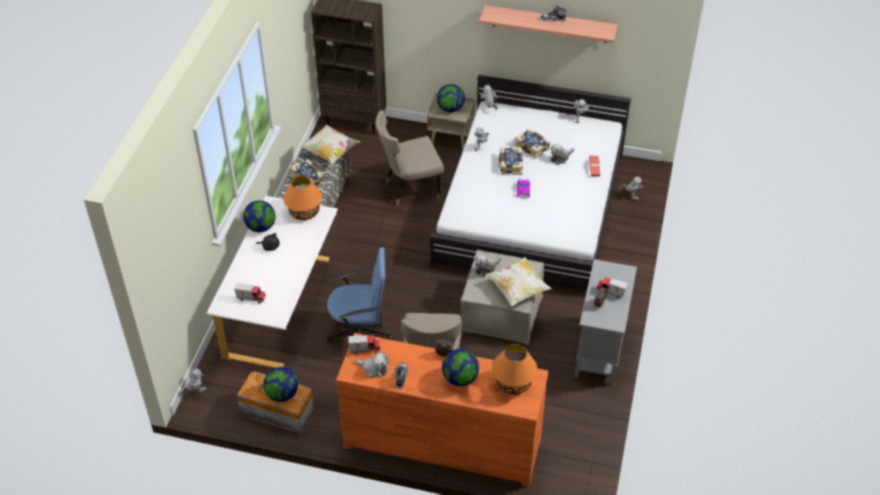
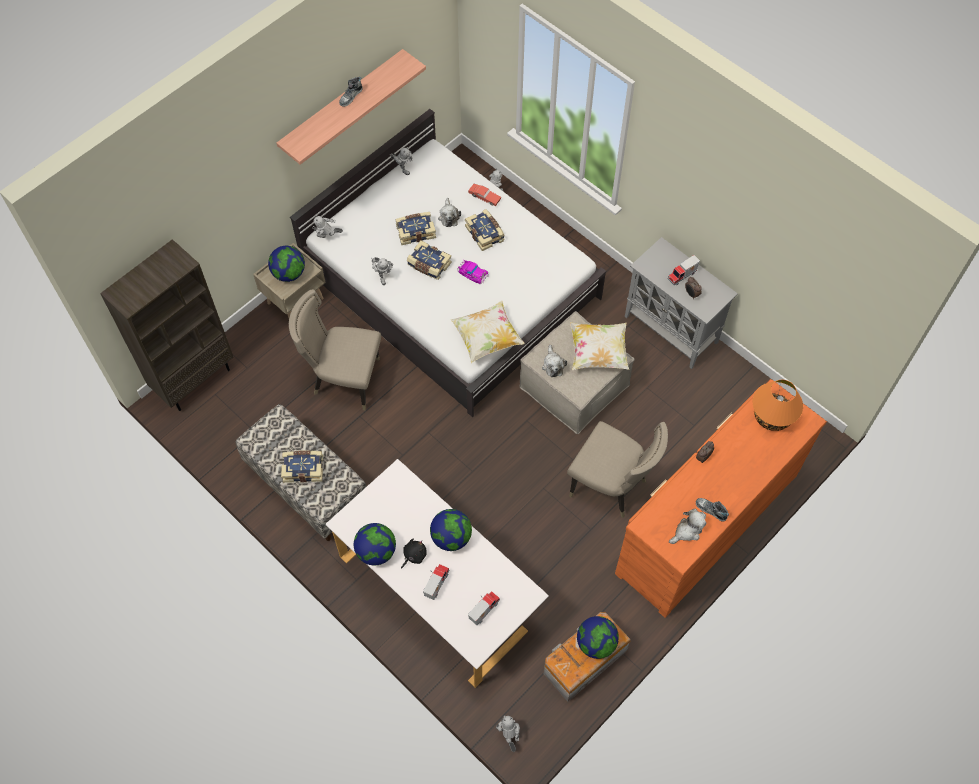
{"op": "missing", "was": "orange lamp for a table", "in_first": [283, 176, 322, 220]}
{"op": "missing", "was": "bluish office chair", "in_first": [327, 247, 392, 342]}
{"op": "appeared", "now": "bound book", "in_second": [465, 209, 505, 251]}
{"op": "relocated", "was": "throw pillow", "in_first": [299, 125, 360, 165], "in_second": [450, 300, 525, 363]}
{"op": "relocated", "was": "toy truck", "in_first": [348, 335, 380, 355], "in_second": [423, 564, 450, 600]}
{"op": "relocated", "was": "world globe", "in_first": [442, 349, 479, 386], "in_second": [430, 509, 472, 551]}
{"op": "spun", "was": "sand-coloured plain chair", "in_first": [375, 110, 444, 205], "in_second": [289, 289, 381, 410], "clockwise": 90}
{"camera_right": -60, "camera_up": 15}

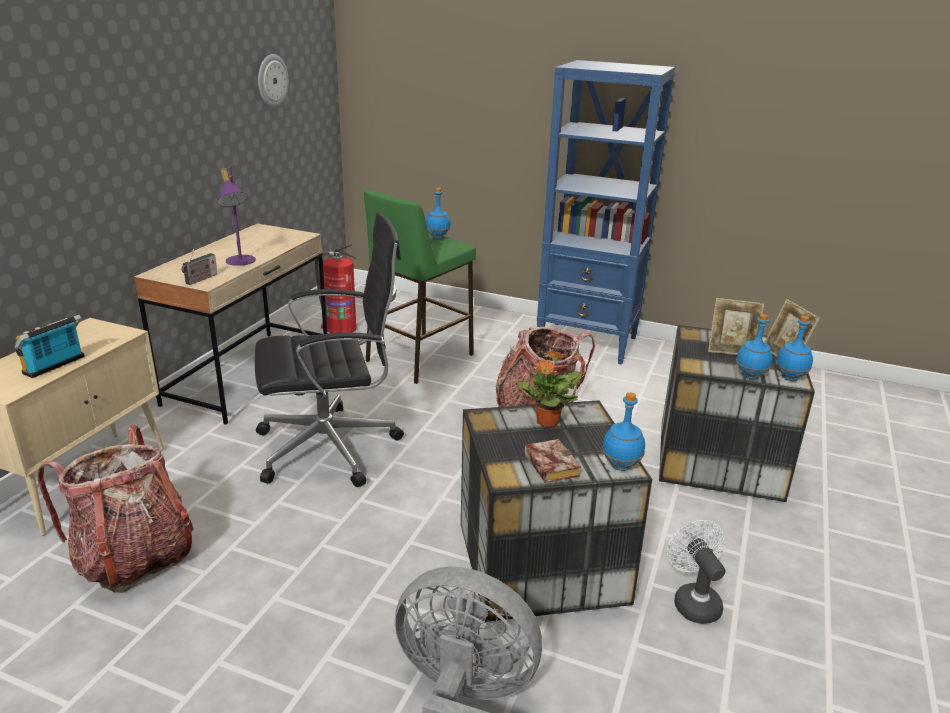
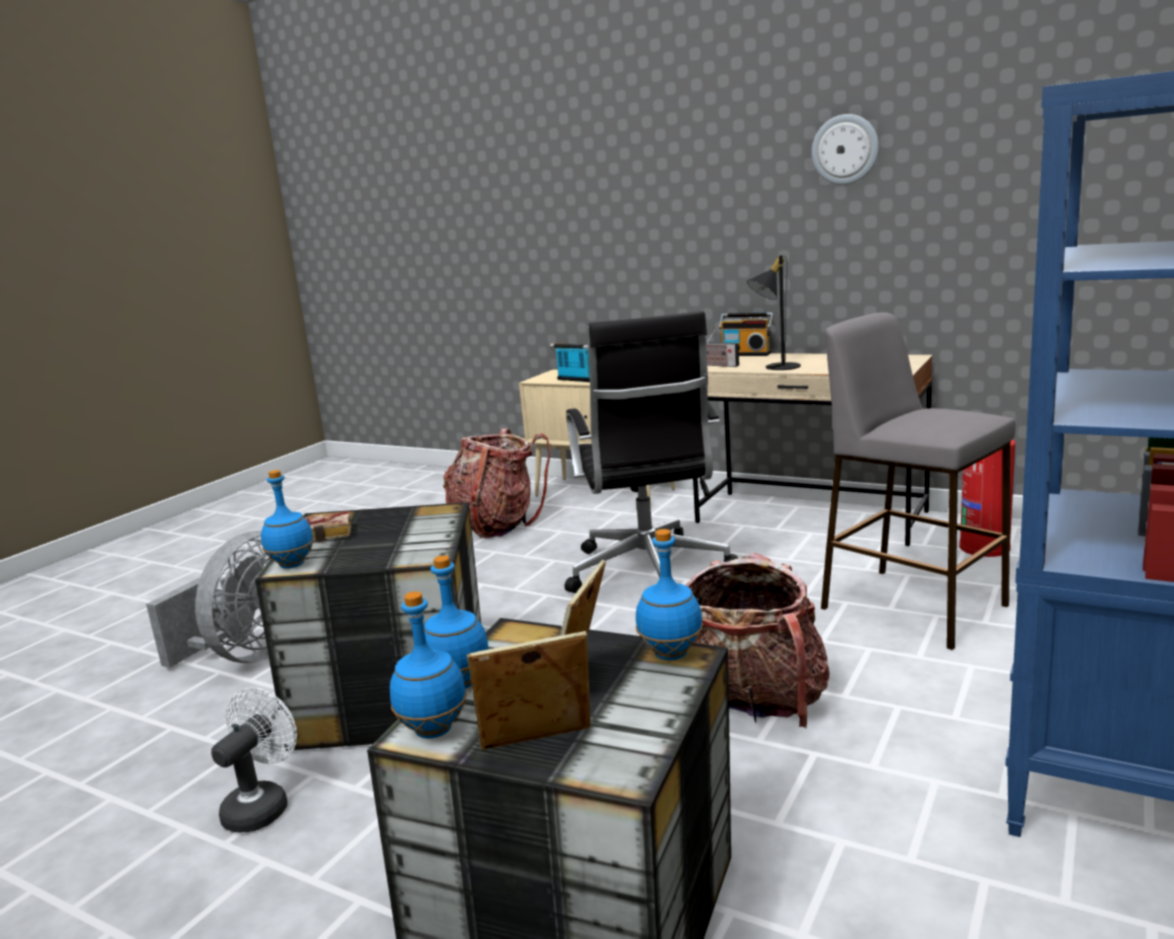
{"op": "missing", "was": "houseplant", "in_first": [517, 349, 581, 427]}
{"op": "appeared", "now": "radio receiver", "in_second": [719, 312, 773, 356]}
{"op": "relocated", "was": "clock on the wall", "in_first": [258, 54, 289, 107], "in_second": [812, 114, 879, 185]}
{"op": "relocated", "was": "bluish drink bottle", "in_first": [426, 188, 451, 239], "in_second": [636, 529, 703, 660]}
{"op": "colour", "was": "purple lamp for a table", "now": "black-coloured lamp for a table", "in_first": [217, 167, 256, 266], "in_second": [747, 255, 801, 370]}
{"op": "colour", "was": "greenish stool seat", "now": "grey stool seat", "in_first": [364, 190, 476, 384], "in_second": [821, 312, 1015, 650]}
{"op": "spun", "was": "white cooling fan", "in_first": [667, 520, 725, 624], "in_second": [211, 688, 297, 833], "clockwise": -60}
{"camera_right": 100, "camera_up": -10}

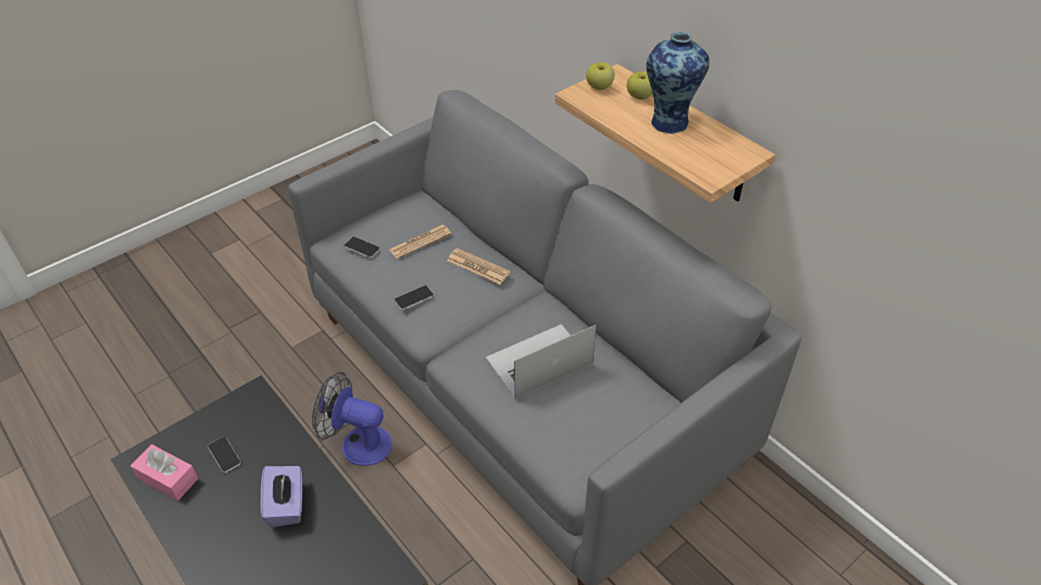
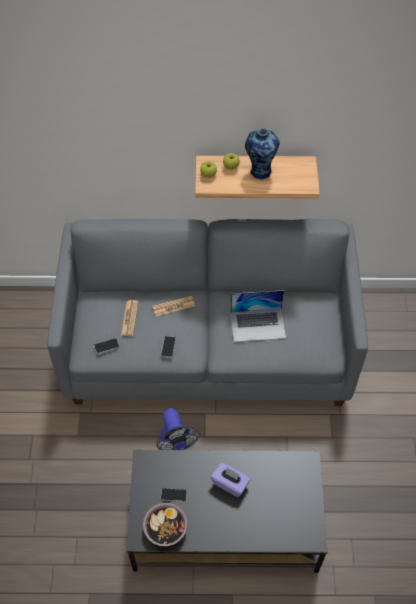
{"op": "exchanged", "was": "pink-coloured tissue box", "now": "bowl", "in_first": [130, 444, 198, 501], "in_second": [143, 503, 187, 546]}
{"op": "spun", "was": "cooling fan", "in_first": [312, 372, 392, 466], "in_second": [157, 408, 200, 450], "clockwise": -75}
{"op": "spun", "was": "portable computer", "in_first": [486, 324, 596, 399], "in_second": [230, 290, 286, 342], "clockwise": -105}
{"camera_right": -50, "camera_up": 10}

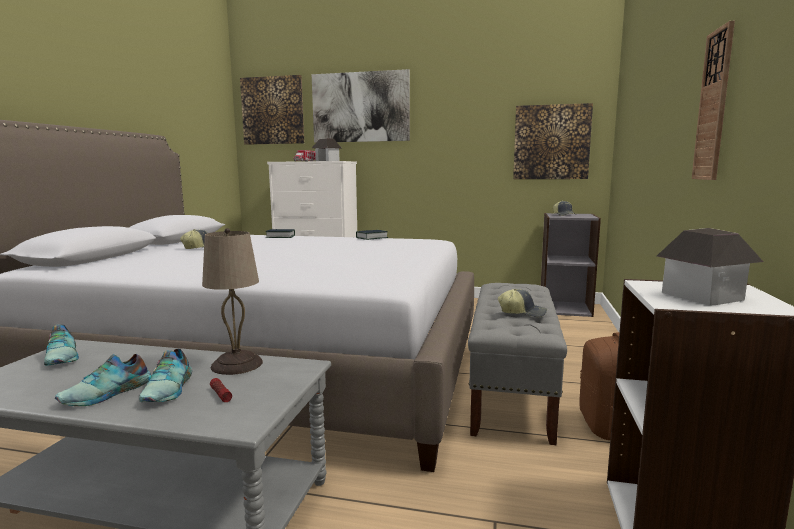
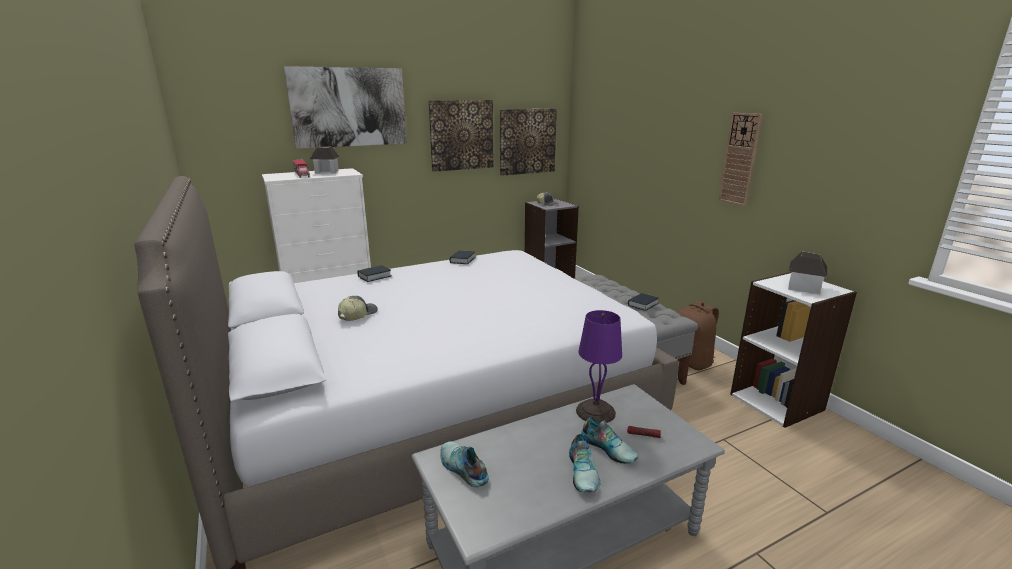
{"op": "relocated", "was": "picture", "in_first": [240, 75, 304, 145], "in_second": [428, 100, 493, 172]}
{"op": "exchanged", "was": "baseball cap", "now": "bound book", "in_first": [498, 289, 547, 317], "in_second": [628, 293, 659, 311]}
{"op": "colour", "was": "sand-coloured lamp for a table", "now": "purple lamp for a table", "in_first": [202, 228, 263, 375], "in_second": [576, 310, 622, 423]}
{"op": "spun", "was": "shoe", "in_first": [44, 325, 79, 366], "in_second": [441, 441, 489, 487], "clockwise": -150}
{"camera_right": -40, "camera_up": 10}

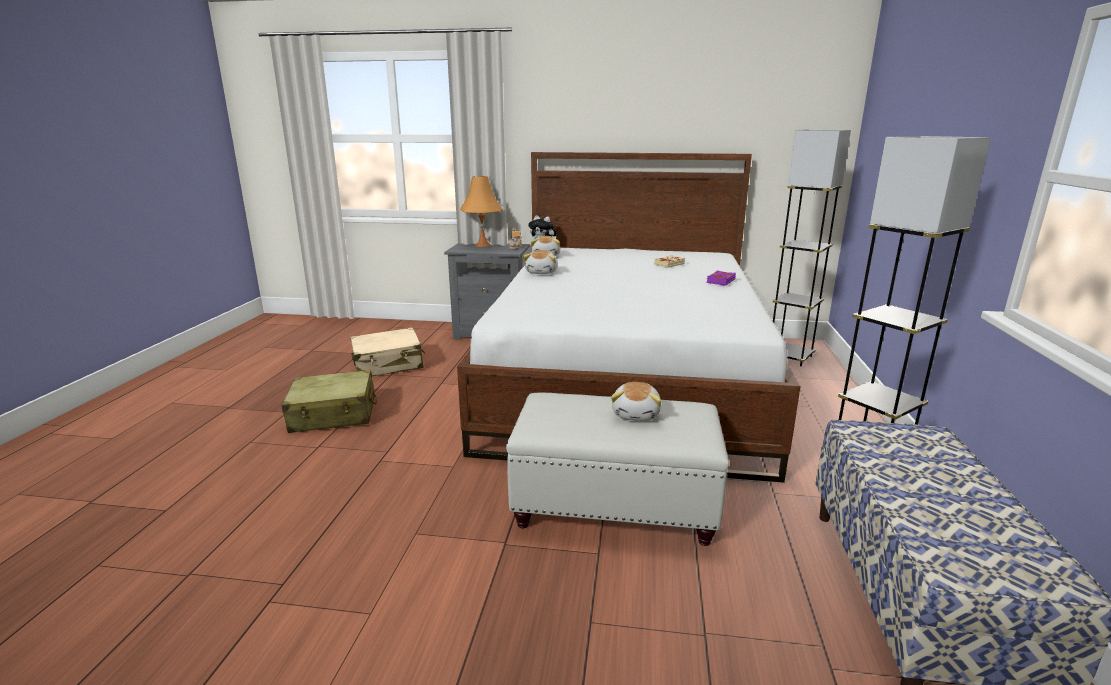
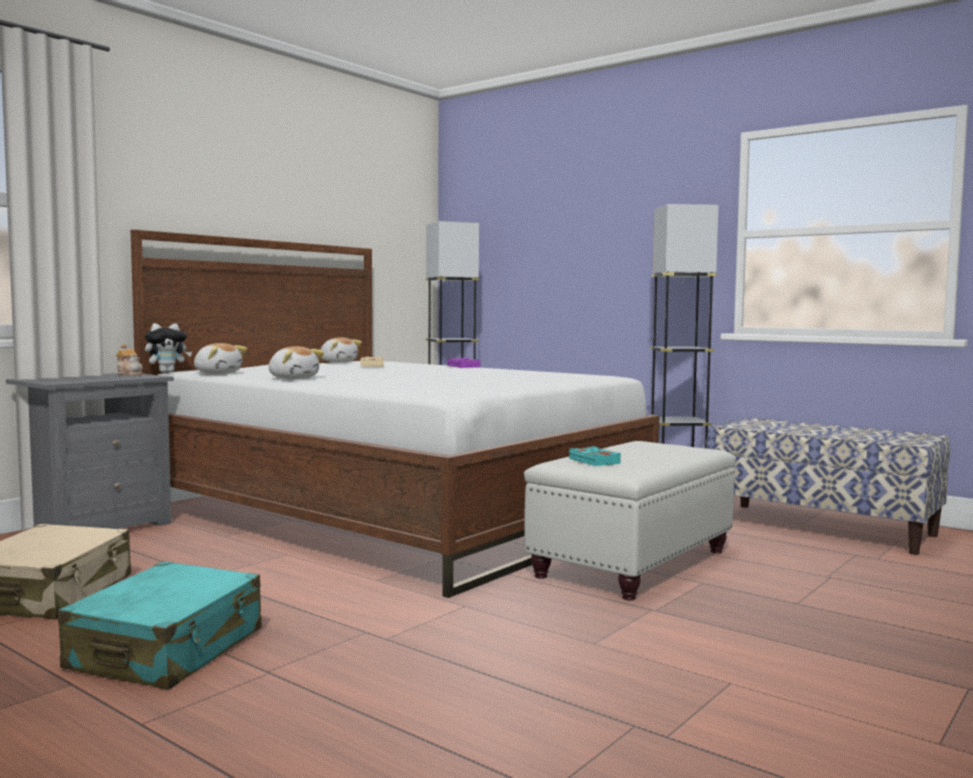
{"op": "missing", "was": "orange lamp for a table", "in_first": [460, 176, 503, 247]}
{"op": "appeared", "now": "turquoise-coloured bound book", "in_second": [569, 446, 621, 466]}
{"op": "relocated", "was": "soft toy", "in_first": [611, 382, 661, 421], "in_second": [320, 337, 362, 362]}
{"op": "colour", "was": "sand-coloured suitcase", "now": "turquoise-coloured suitcase", "in_first": [282, 370, 377, 433], "in_second": [58, 561, 262, 690]}
{"camera_right": -60, "camera_up": -15}

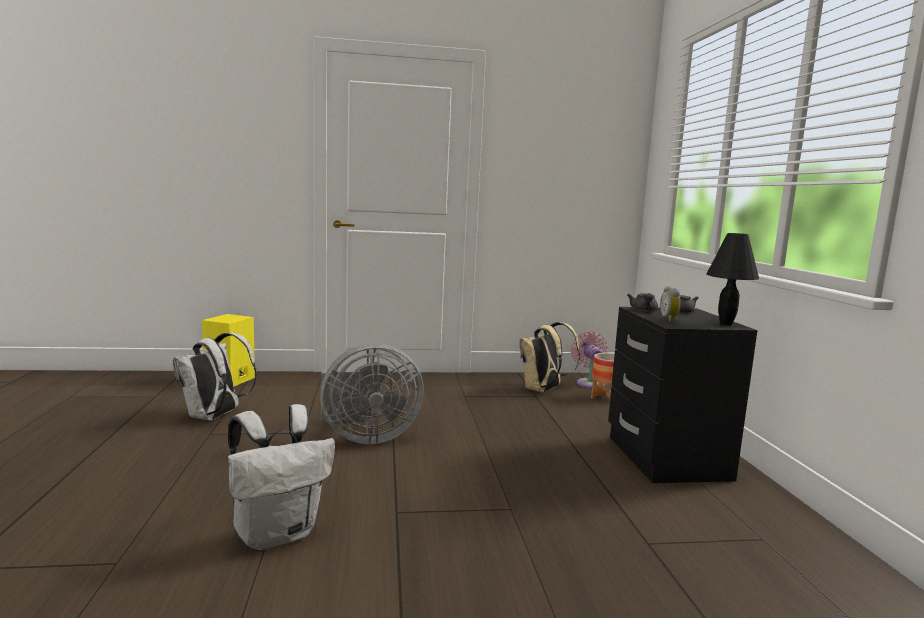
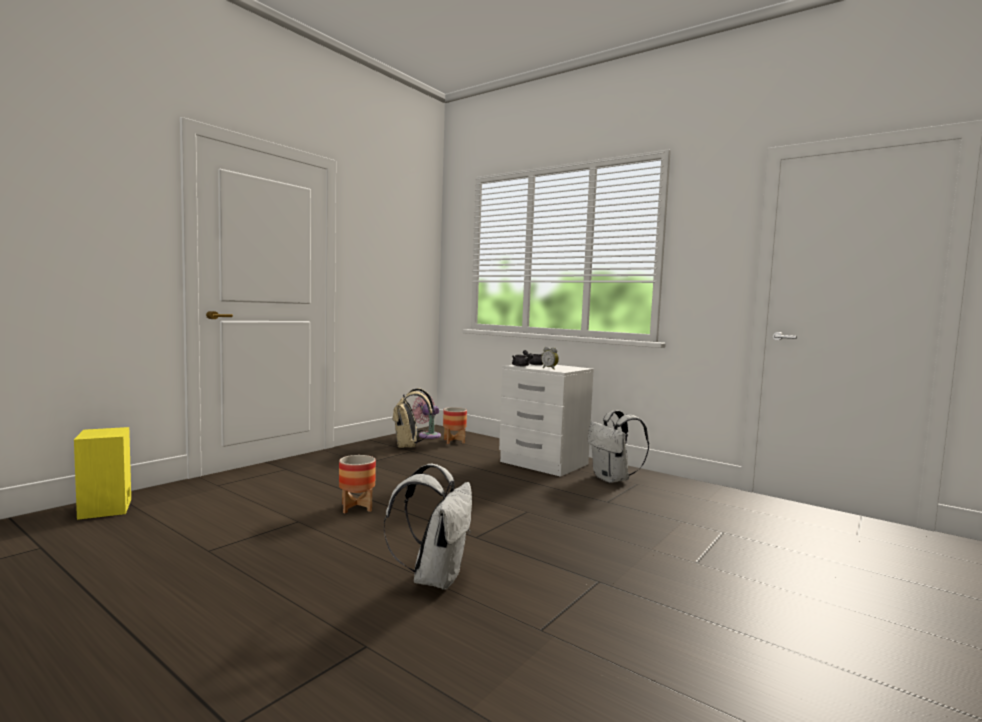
{"op": "missing", "was": "black-coloured lamp for a table", "in_first": [707, 233, 759, 326]}
{"op": "relocated", "was": "white rucksack", "in_first": [172, 333, 257, 421], "in_second": [588, 410, 649, 483]}
{"op": "exchanged", "was": "grey cooling fan", "now": "planter", "in_first": [320, 343, 424, 444], "in_second": [339, 455, 376, 513]}
{"op": "colour", "was": "black-coloured nightstand", "now": "white nightstand", "in_first": [608, 307, 757, 483], "in_second": [499, 364, 594, 477]}
{"camera_right": -45, "camera_up": -5}

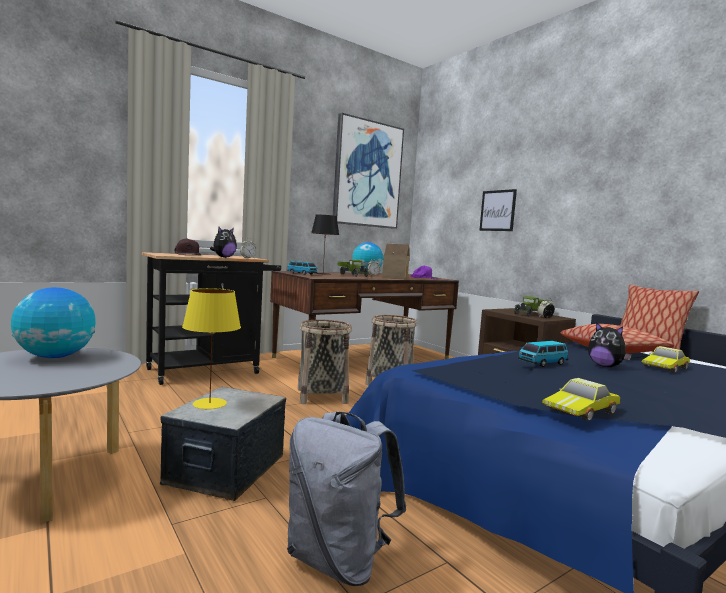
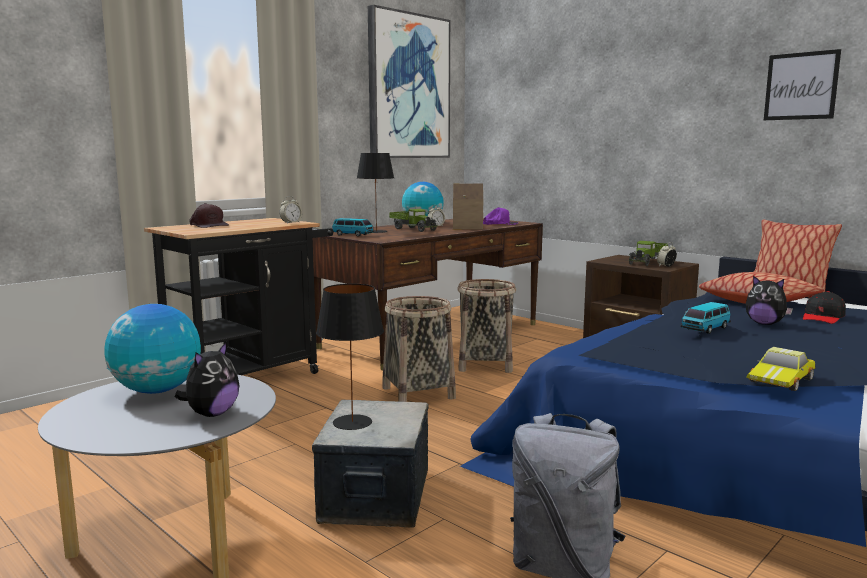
{"op": "relocated", "was": "soft toy", "in_first": [210, 227, 237, 258], "in_second": [175, 342, 239, 417]}
{"op": "relocated", "was": "picture", "in_first": [479, 189, 517, 231], "in_second": [764, 49, 841, 120]}
{"op": "exchanged", "was": "model car", "now": "black-coloured baseball cap", "in_first": [642, 346, 690, 373], "in_second": [803, 291, 846, 324]}
{"op": "colour", "was": "yellow lamp for a table", "now": "black-coloured lamp for a table", "in_first": [182, 288, 241, 409], "in_second": [316, 284, 384, 430]}
{"camera_right": -10, "camera_up": 5}

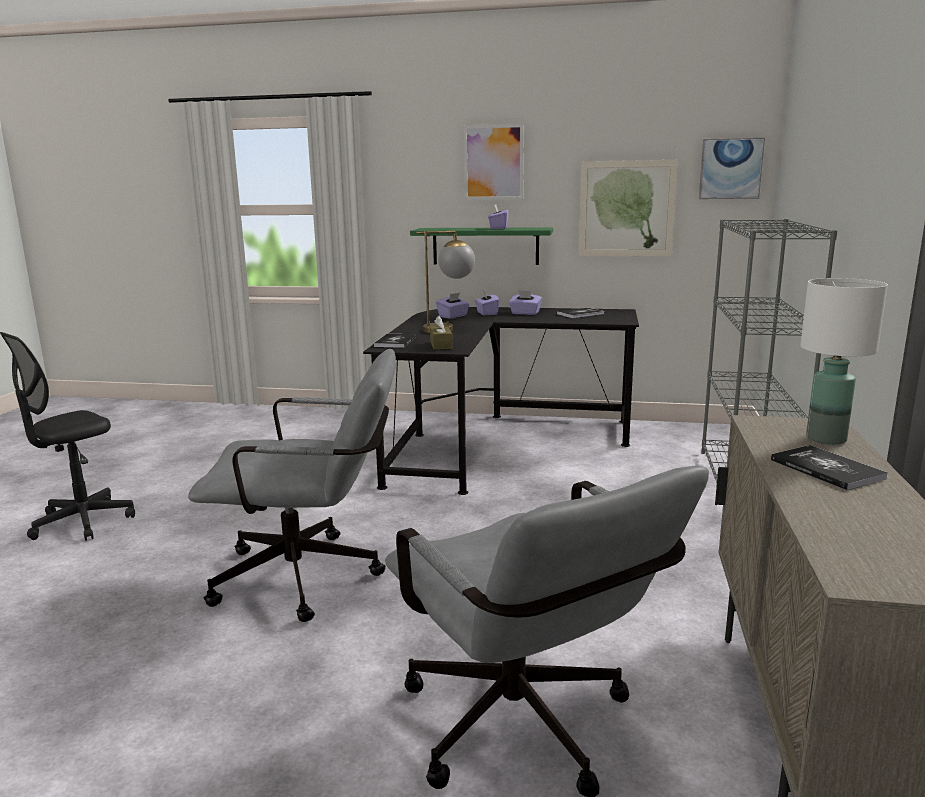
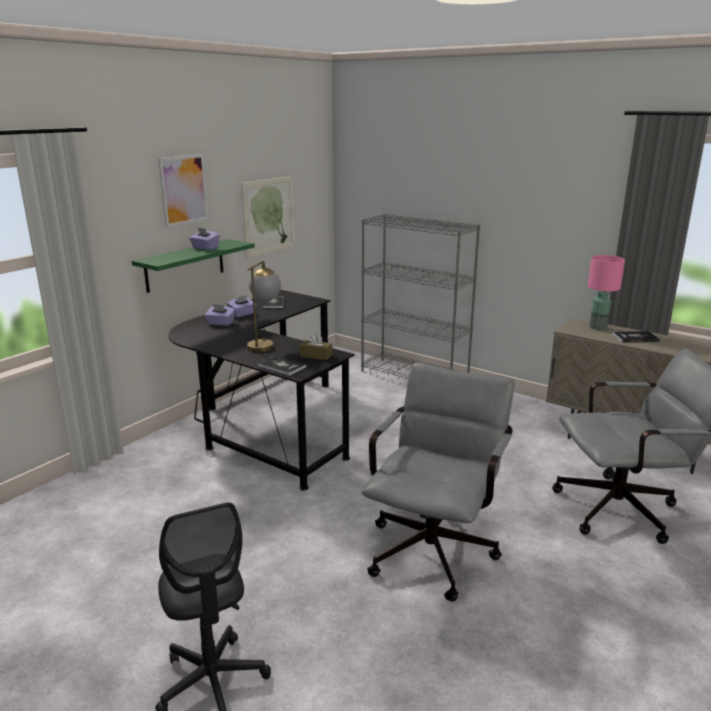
{"op": "missing", "was": "purple tissue box", "in_first": [436, 293, 470, 319]}
{"op": "missing", "was": "picture", "in_first": [699, 138, 765, 199]}
{"op": "colour", "was": "white lamp for a table", "now": "pink-coloured lamp for a table", "in_first": [800, 278, 888, 445], "in_second": [588, 255, 625, 330]}
{"camera_right": -65, "camera_up": 5}

